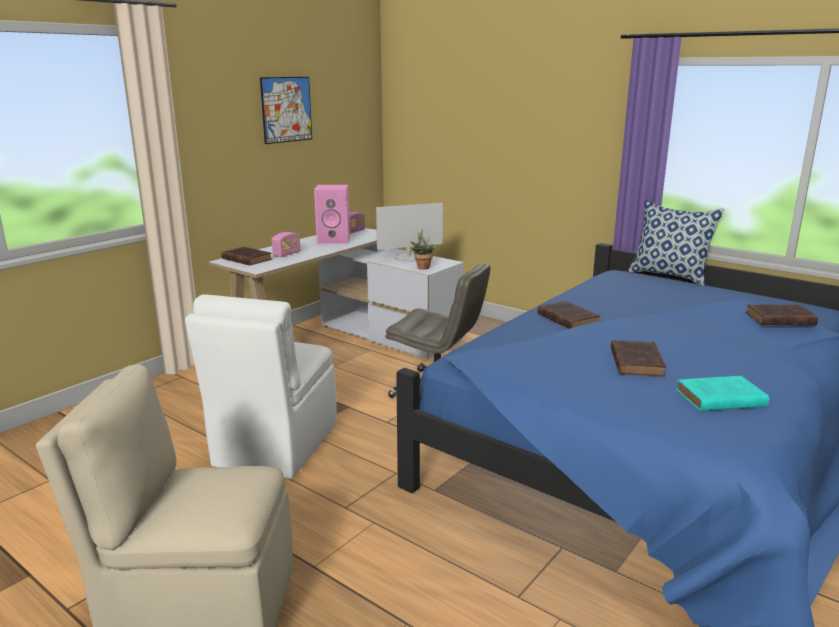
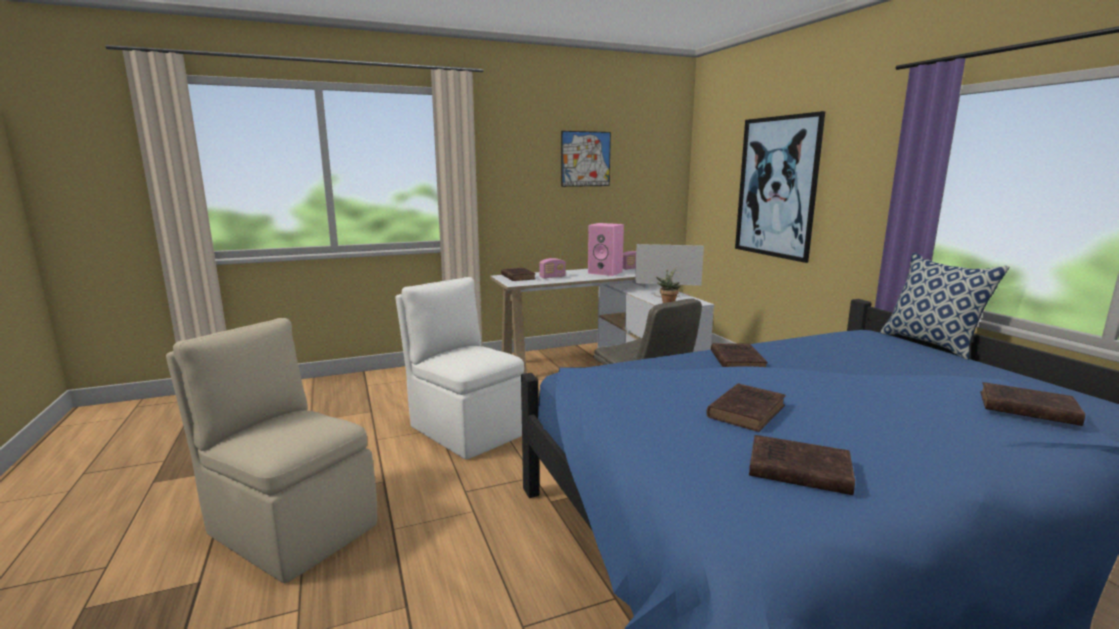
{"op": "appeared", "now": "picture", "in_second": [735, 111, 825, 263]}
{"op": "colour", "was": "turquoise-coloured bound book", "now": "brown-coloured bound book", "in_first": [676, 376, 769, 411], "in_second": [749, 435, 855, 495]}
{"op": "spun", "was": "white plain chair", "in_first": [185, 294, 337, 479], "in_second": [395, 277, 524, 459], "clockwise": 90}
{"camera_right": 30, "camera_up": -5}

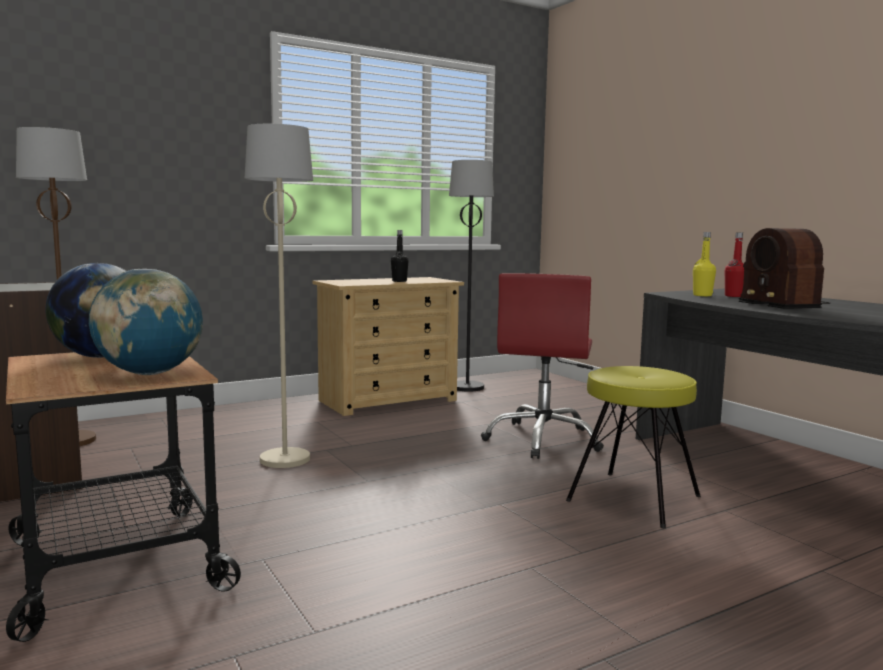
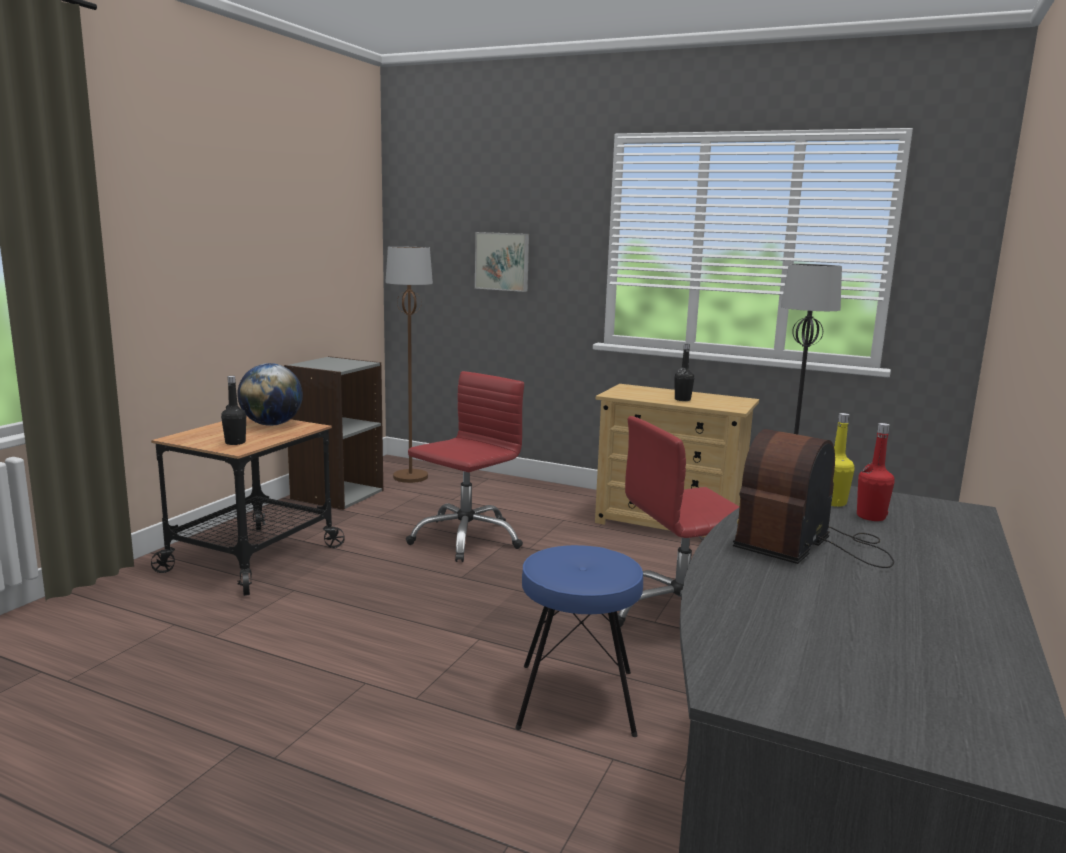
{"op": "appeared", "now": "picture", "in_second": [475, 232, 529, 292]}
{"op": "exchanged", "was": "world globe", "now": "black-coloured drink bottle", "in_first": [89, 269, 203, 375], "in_second": [221, 376, 246, 445]}
{"op": "exchanged", "was": "sand-coloured standard lamp", "now": "red office chair", "in_first": [245, 124, 313, 468], "in_second": [406, 371, 524, 562]}
{"op": "colour", "was": "yellow stool seat", "now": "bluish stool seat", "in_first": [566, 366, 701, 528], "in_second": [515, 545, 643, 737]}
{"camera_right": 55, "camera_up": 5}

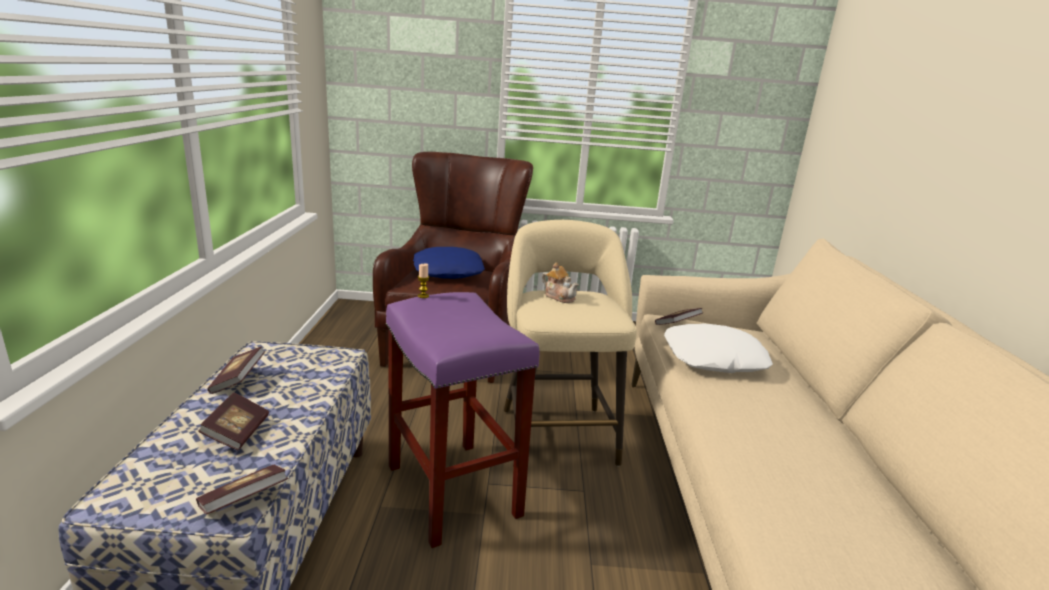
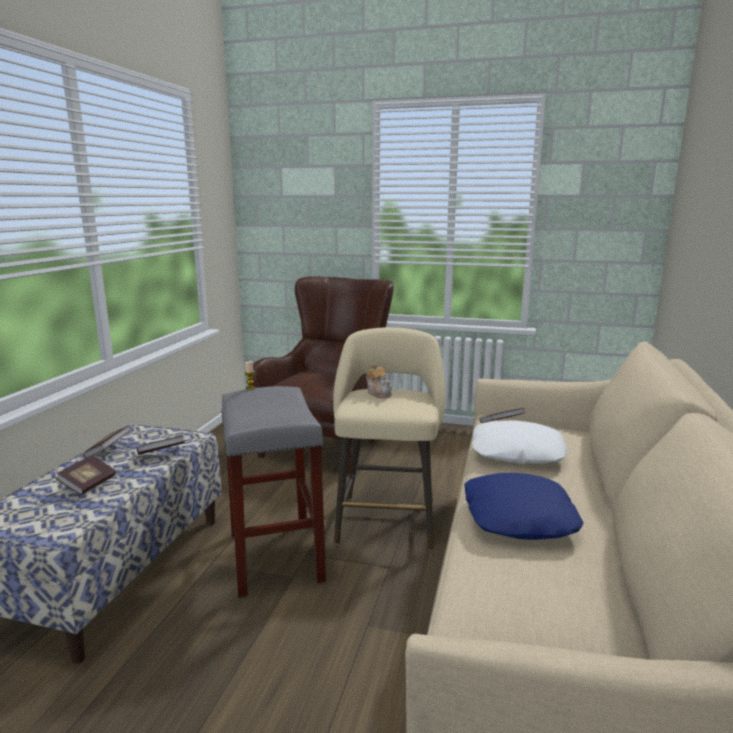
{"op": "relocated", "was": "bound book", "in_first": [196, 465, 288, 514], "in_second": [137, 436, 185, 455]}
{"op": "relocated", "was": "bluish throw pillow", "in_first": [413, 247, 485, 279], "in_second": [464, 473, 584, 540]}
{"op": "colour", "was": "purple stool seat", "now": "grey stool seat", "in_first": [386, 292, 540, 548], "in_second": [221, 386, 326, 598]}
{"camera_right": 15, "camera_up": -5}

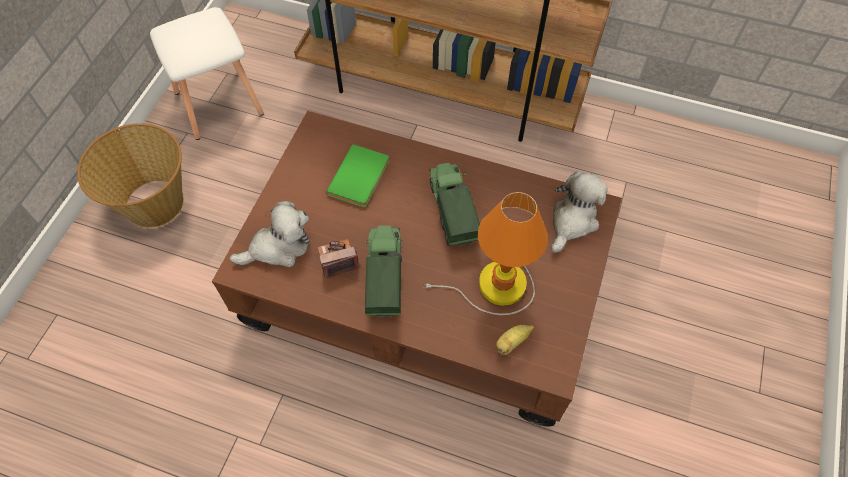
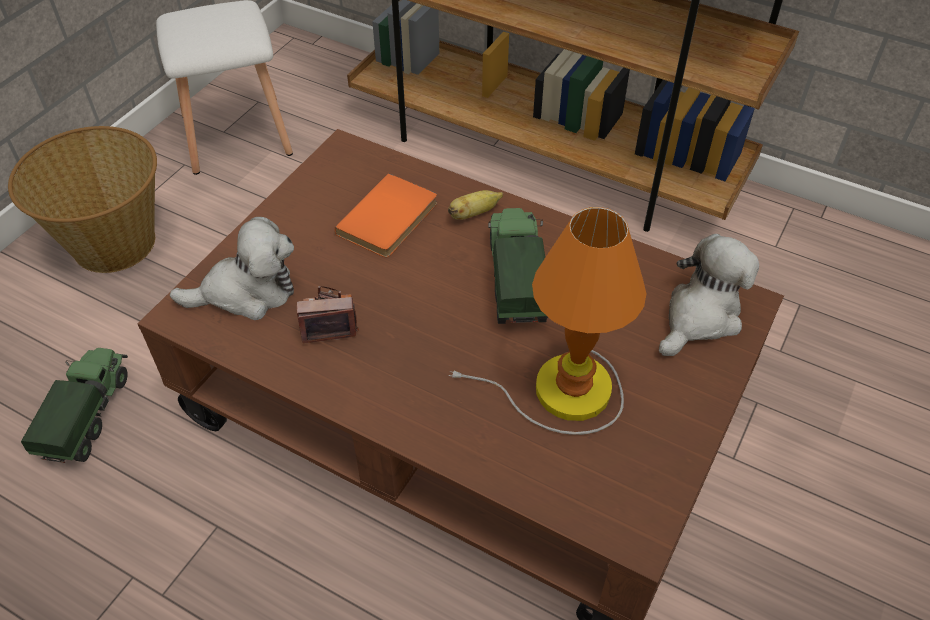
{"op": "relocated", "was": "toy truck", "in_first": [365, 225, 403, 318], "in_second": [21, 348, 128, 463]}
{"op": "relocated", "was": "banana", "in_first": [496, 325, 534, 356], "in_second": [448, 190, 503, 220]}
{"op": "colour", "was": "greenish bound book", "now": "orange bound book", "in_first": [326, 144, 389, 208], "in_second": [335, 173, 437, 257]}
{"camera_right": 10, "camera_up": -10}

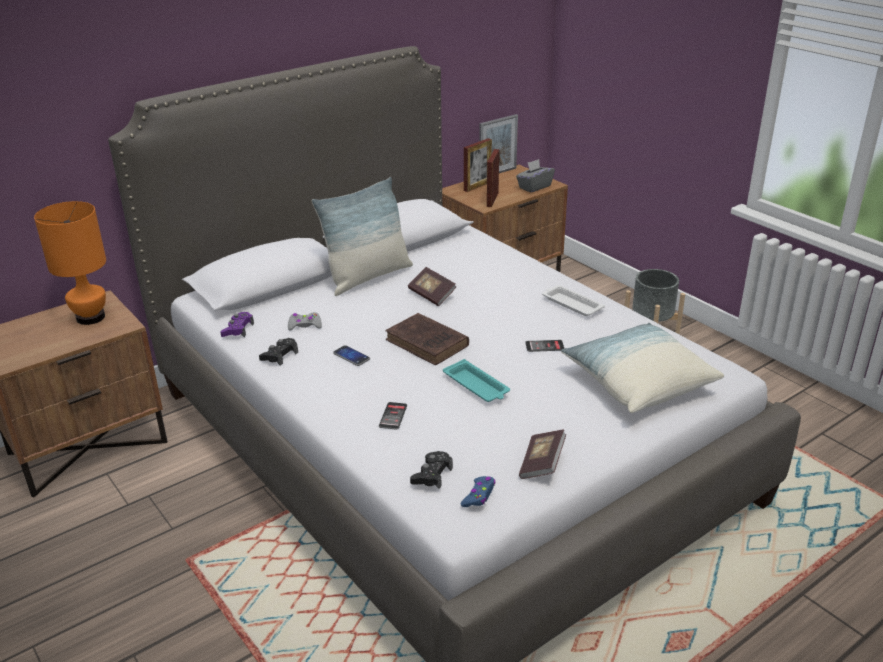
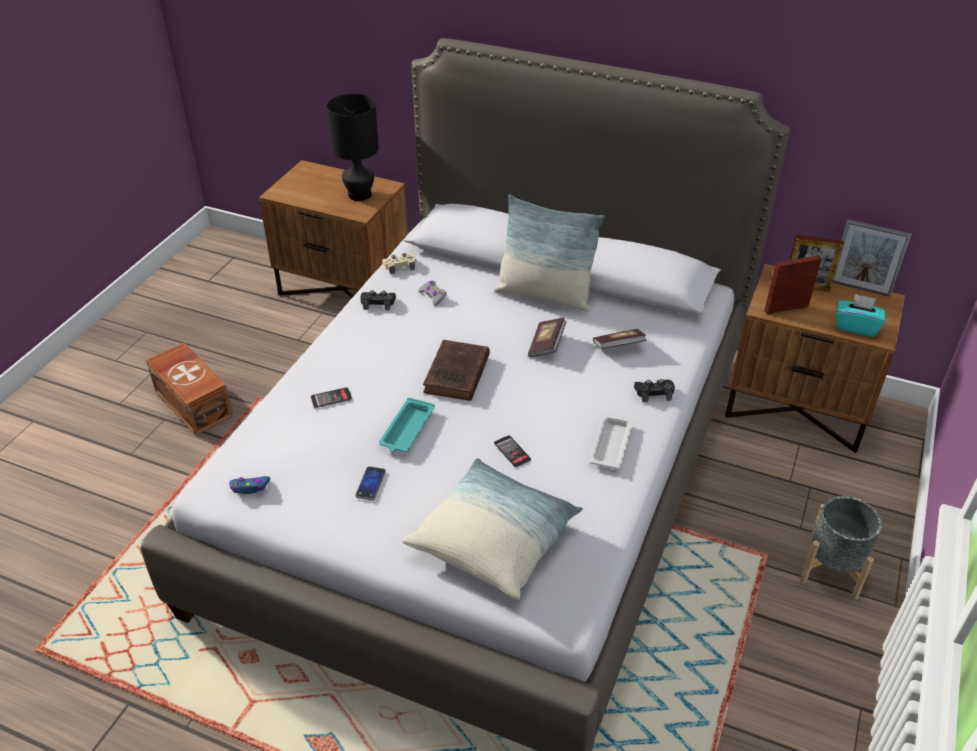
{"op": "appeared", "now": "brown-coloured storage container", "in_second": [146, 343, 234, 436]}
{"op": "relocated", "was": "handset", "in_first": [333, 345, 370, 366], "in_second": [355, 466, 386, 500]}
{"op": "relocated", "was": "black-coloured gamepad", "in_first": [410, 451, 453, 489], "in_second": [634, 379, 675, 403]}
{"op": "relocated", "was": "bound book", "in_first": [519, 429, 566, 479], "in_second": [593, 329, 647, 349]}
{"op": "colour", "was": "orange lamp for a table", "now": "black-coloured lamp for a table", "in_first": [34, 201, 106, 325], "in_second": [327, 94, 379, 201]}
{"op": "colour", "was": "purple gamepad", "now": "sand-coloured gamepad", "in_first": [220, 312, 254, 337], "in_second": [382, 253, 416, 274]}
{"op": "colour", "was": "grey tissue box", "now": "turquoise-coloured tissue box", "in_first": [516, 159, 555, 193], "in_second": [836, 294, 885, 337]}
{"camera_right": 60, "camera_up": 10}

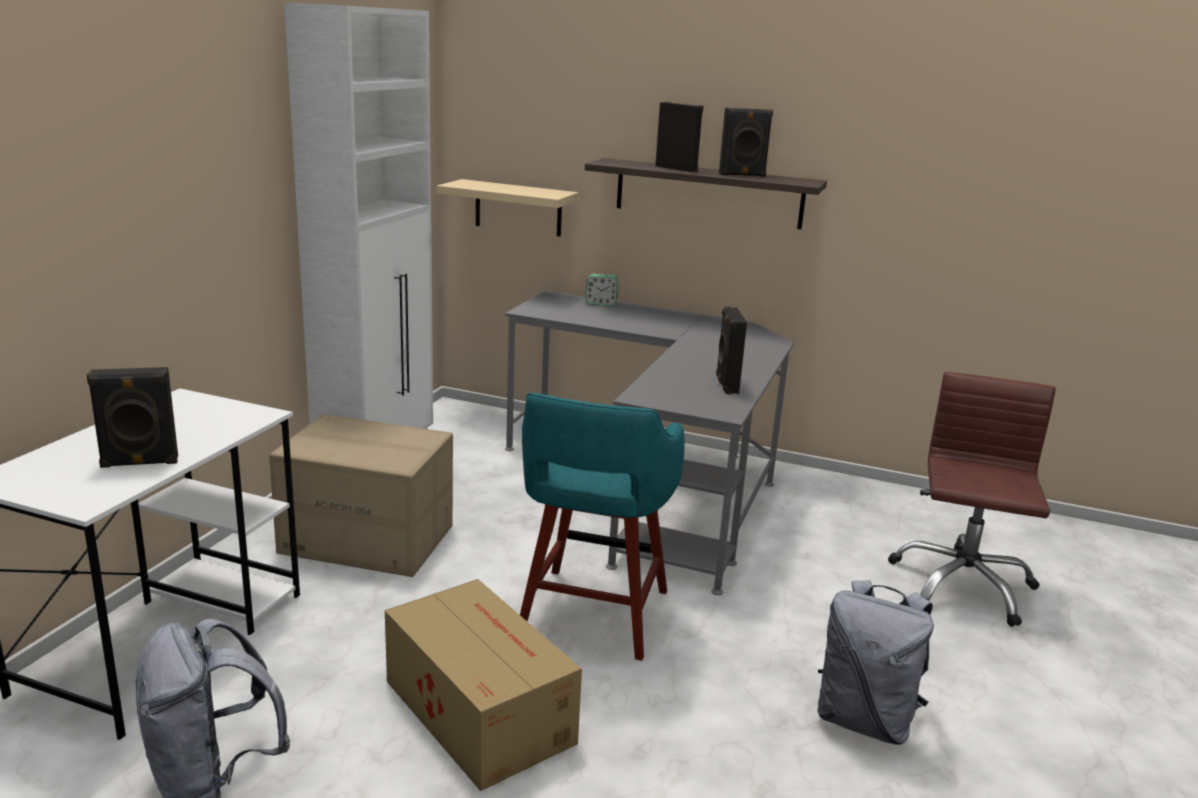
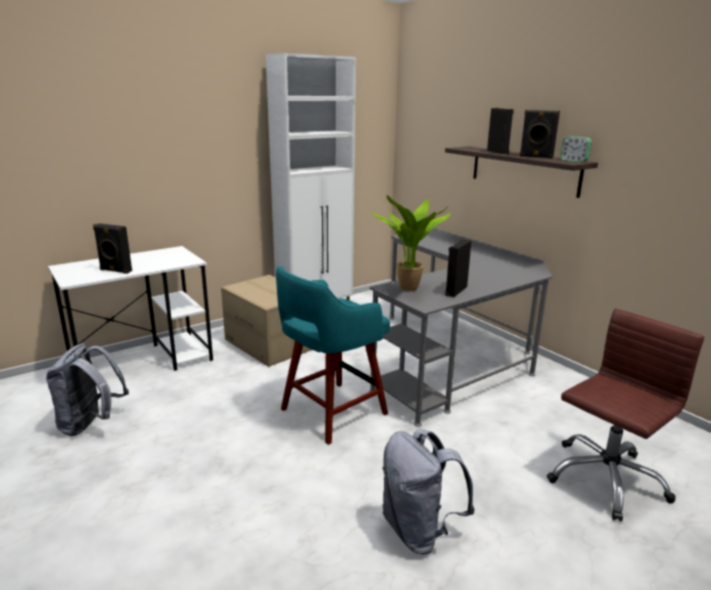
{"op": "missing", "was": "carton", "in_first": [385, 579, 582, 791]}
{"op": "missing", "was": "sand-coloured shelf", "in_first": [437, 179, 578, 237]}
{"op": "appeared", "now": "houseplant", "in_second": [371, 195, 451, 291]}
{"op": "relocated", "was": "table clock", "in_first": [585, 274, 618, 306], "in_second": [560, 137, 592, 162]}
{"camera_right": 35, "camera_up": 0}

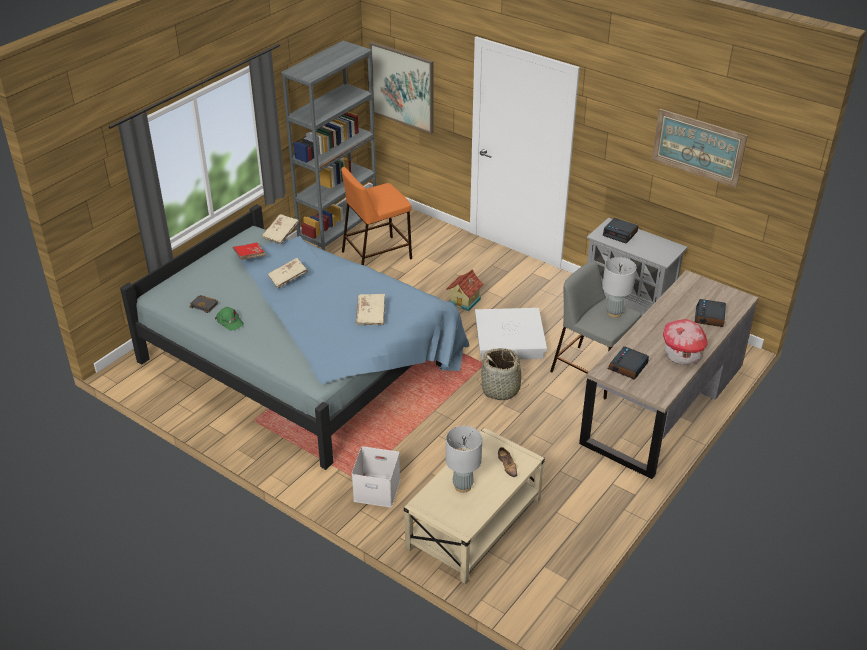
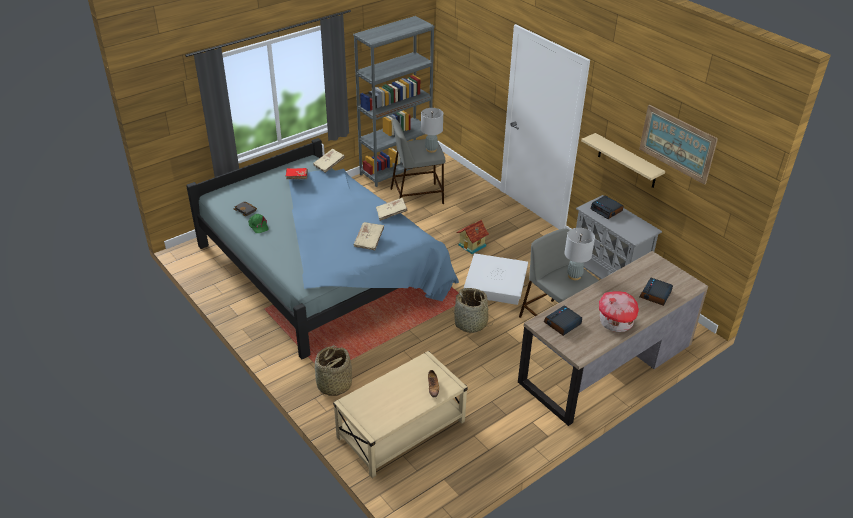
{"op": "missing", "was": "picture", "in_first": [369, 42, 434, 134]}
{"op": "appeared", "now": "sand-coloured shelf", "in_second": [581, 133, 665, 188]}
{"op": "relocated", "was": "sand-coloured bound book", "in_first": [268, 258, 308, 289], "in_second": [376, 198, 408, 221]}
{"op": "relocated", "was": "grey lamp for a table", "in_first": [446, 426, 482, 493], "in_second": [421, 108, 443, 153]}
{"op": "exchanged", "was": "white storage container", "now": "household basket", "in_first": [352, 446, 400, 508], "in_second": [315, 345, 352, 397]}
{"op": "colour", "was": "orange stool seat", "now": "grey stool seat", "in_first": [341, 167, 412, 265], "in_second": [390, 119, 445, 204]}
{"camera_right": 15, "camera_up": 0}

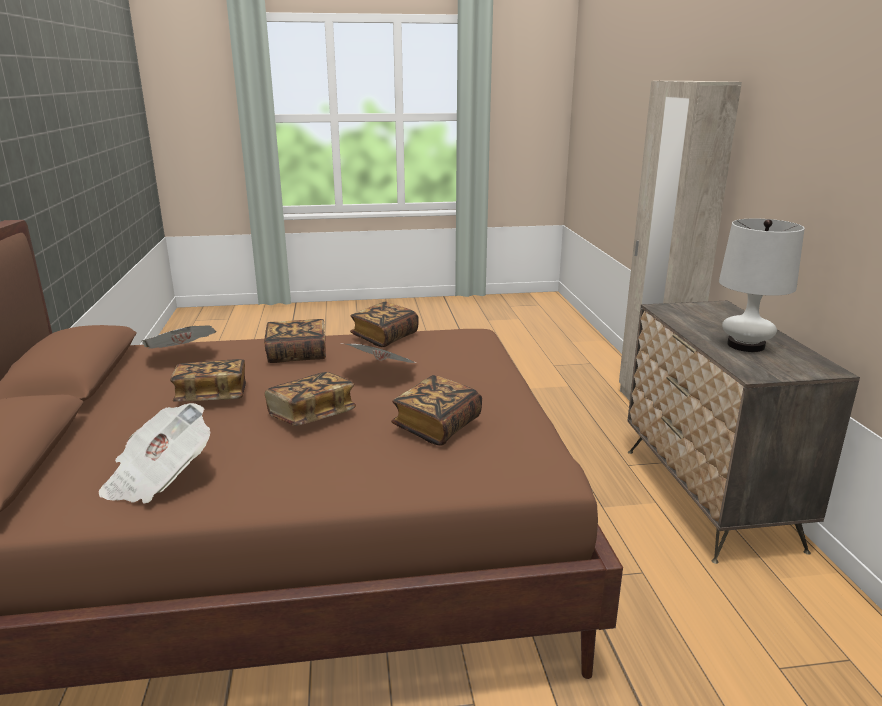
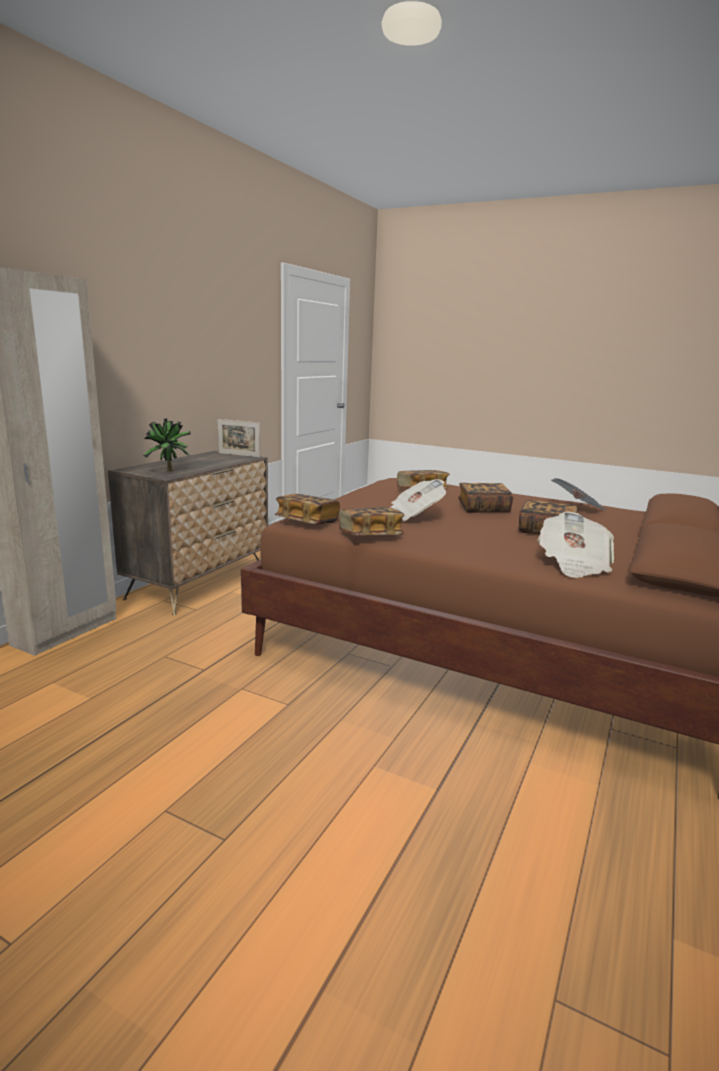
{"op": "missing", "was": "white lamp for a table", "in_first": [719, 219, 805, 352]}
{"op": "appeared", "now": "houseplant", "in_second": [144, 419, 191, 472]}
{"op": "appeared", "now": "picture frame", "in_second": [217, 419, 260, 457]}
{"op": "relocated", "was": "bound book", "in_first": [264, 319, 326, 363], "in_second": [275, 494, 340, 525]}
{"camera_right": -145, "camera_up": -5}

